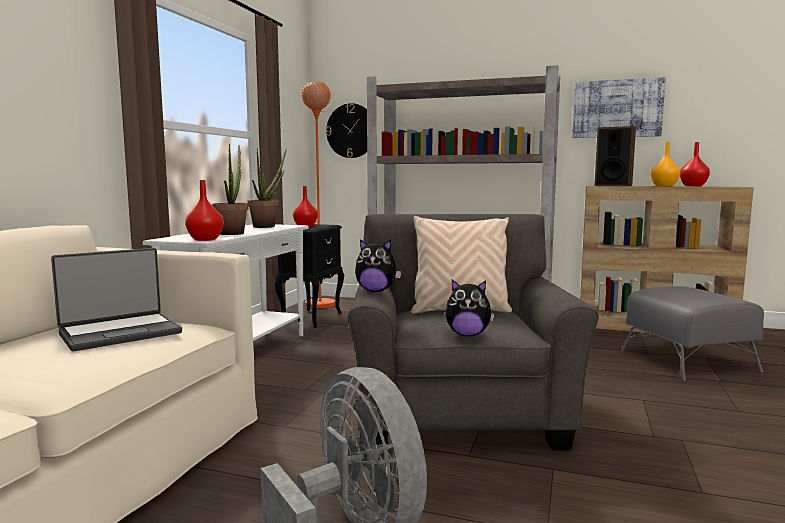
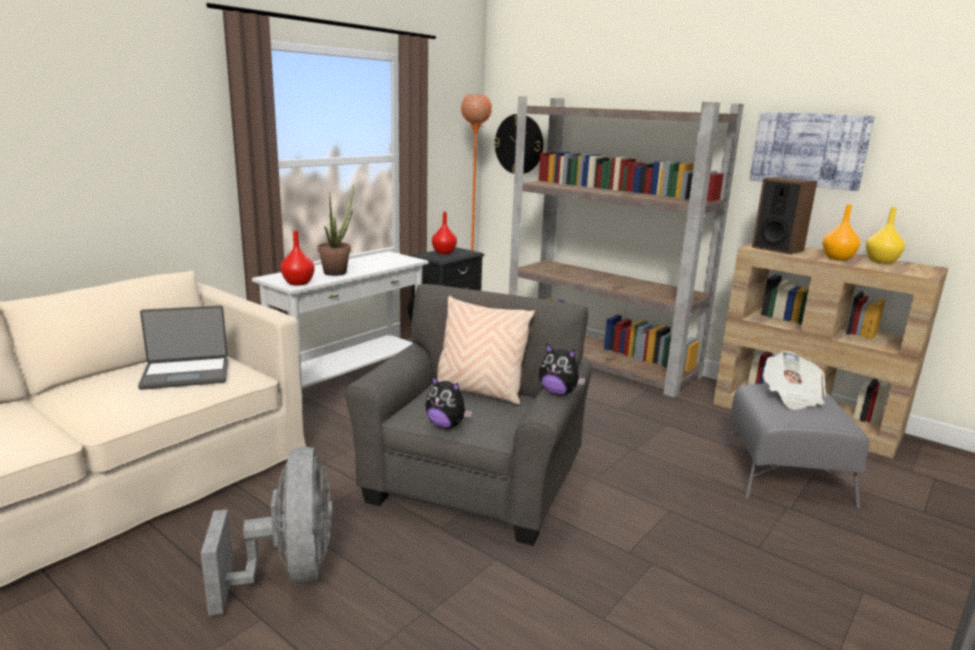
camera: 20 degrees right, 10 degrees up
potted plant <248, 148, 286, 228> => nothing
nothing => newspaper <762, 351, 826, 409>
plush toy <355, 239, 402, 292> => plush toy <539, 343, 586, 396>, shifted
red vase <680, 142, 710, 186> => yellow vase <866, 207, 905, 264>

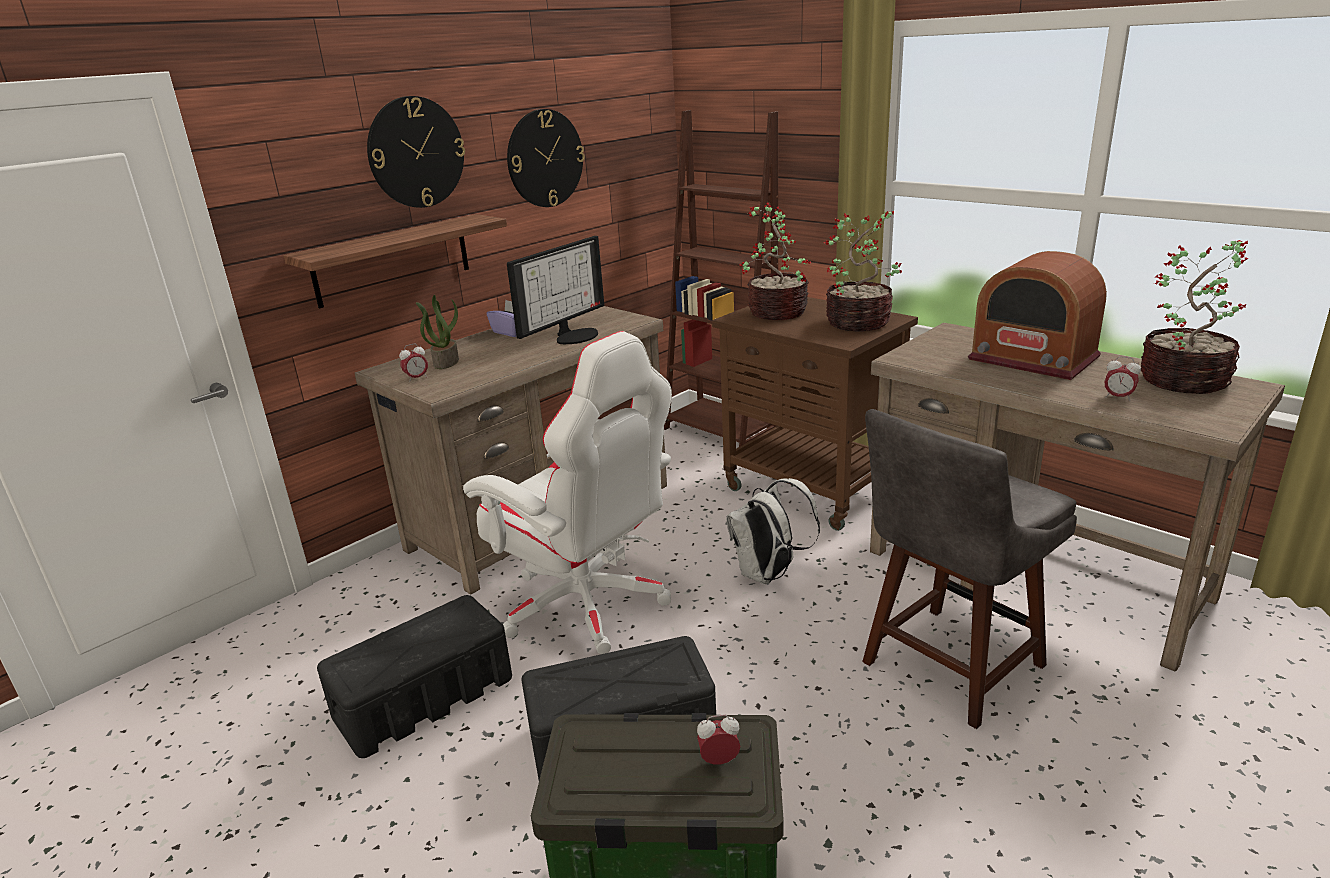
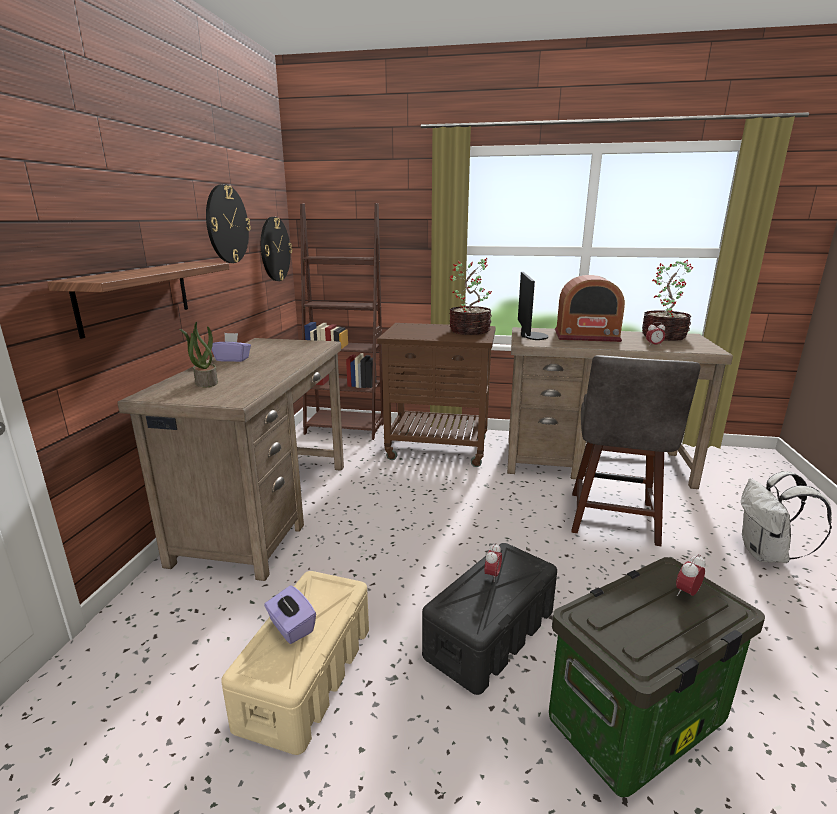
camera: 35 degrees left, 5 degrees down
white office chair <463, 331, 672, 654> => nothing
potted plant <739, 203, 811, 320> => nothing
nothing => purple tissue box <264, 585, 316, 644>
wall clock <367, 96, 465, 208> => wall clock <261, 217, 292, 281>, shifted
alarm clock <399, 344, 428, 382> => alarm clock <484, 543, 502, 582>, shifted
monitor <507, 236, 604, 344> => monitor <518, 272, 548, 340>, shifted
white backpack <726, 478, 820, 584> => white backpack <741, 471, 832, 563>, shifted
black storage box <317, 595, 512, 758> => beige storage box <221, 571, 369, 755>

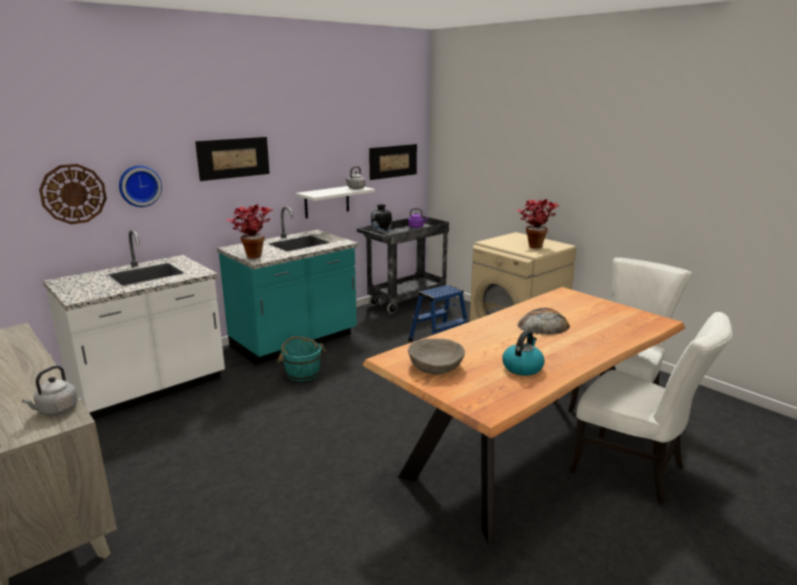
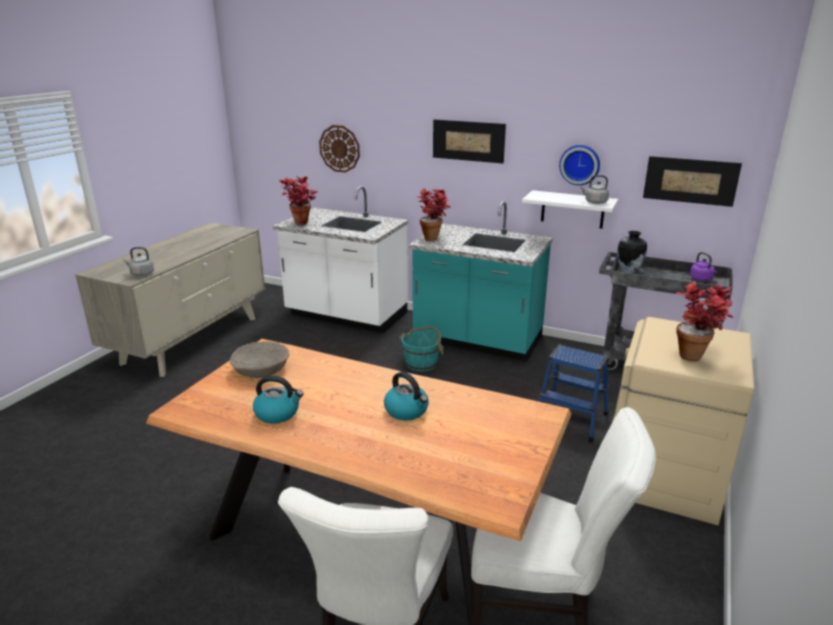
camera: 65 degrees right, 5 degrees up
nothing => potted plant <279, 176, 317, 225>
wall clock <119, 165, 162, 207> => wall clock <559, 145, 600, 185>, shifted
bread <518, 308, 570, 335> => kettle <384, 372, 429, 420>

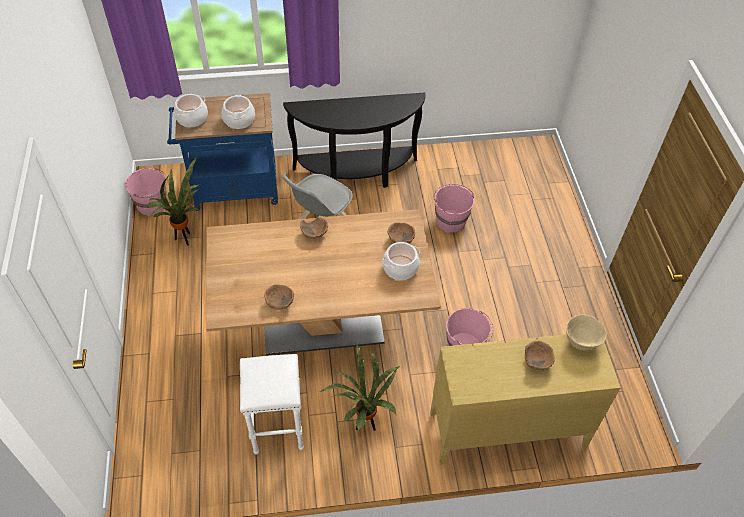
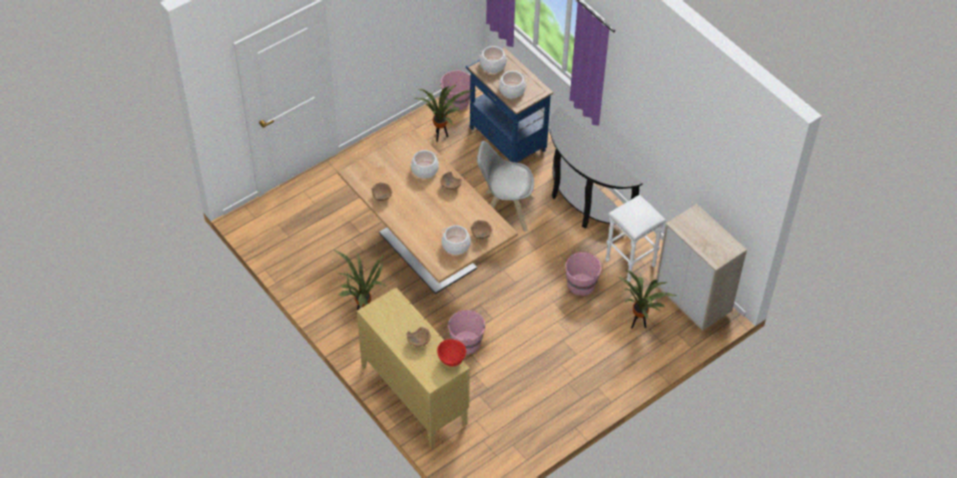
camera: 60 degrees right, 0 degrees up
nothing => cooking pot <411, 150, 439, 179>
nothing => potted plant <618, 270, 676, 328>
nothing => beige cabinet <656, 204, 747, 331>
white stool <240, 354, 304, 455> => white stool <606, 195, 666, 282>, shifted
beige bowl <566, 315, 606, 351> => red bowl <437, 339, 466, 366>

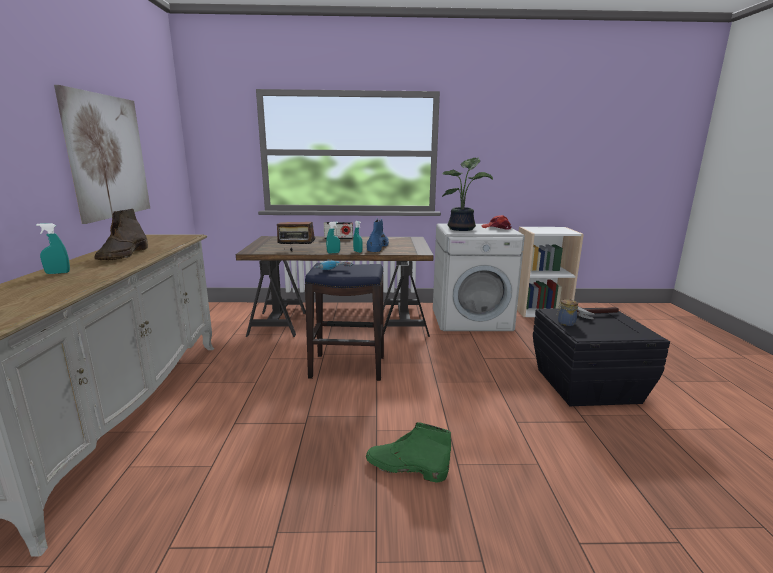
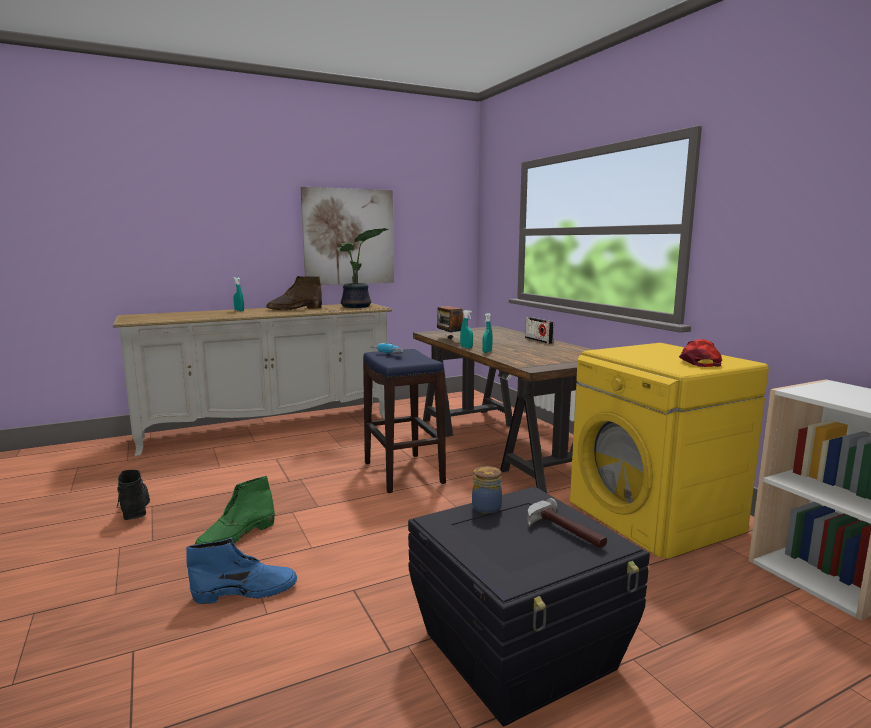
camera: 65 degrees right, 5 degrees down
nothing => black boot <116, 470, 150, 520>
blue boot <367, 218, 389, 252> => blue boot <186, 537, 297, 604>, shifted
potted plant <442, 157, 493, 231> => potted plant <336, 228, 389, 308>, shifted
white washing machine <433, 223, 525, 331> => yellow washing machine <570, 343, 769, 559>
green boot <366, 422, 451, 482> => green boot <195, 476, 275, 545>, 135 degrees counterclockwise

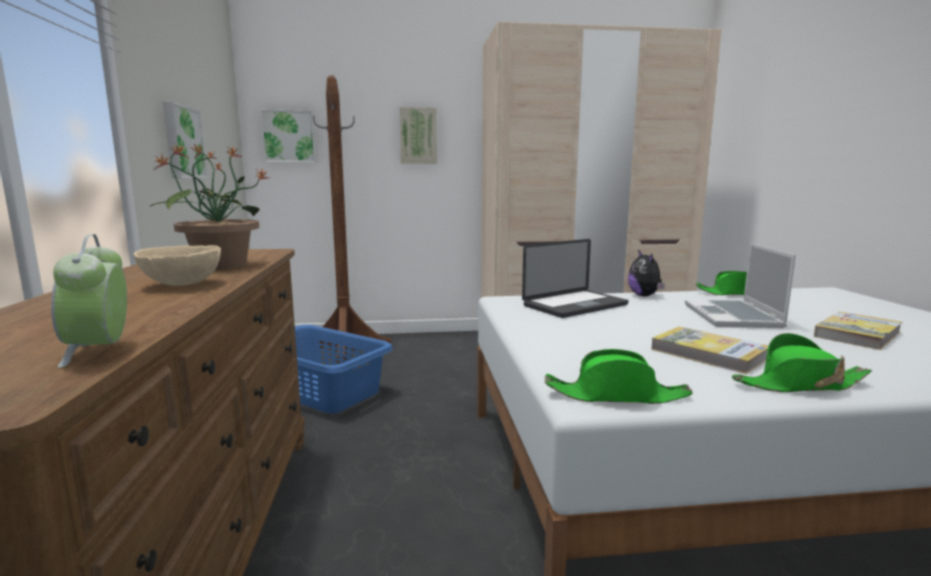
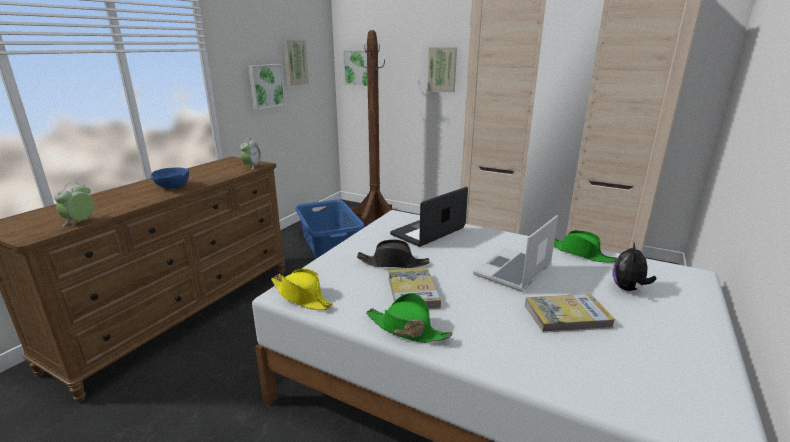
camera: 35 degrees right, 10 degrees up
potted plant <149, 142, 269, 270> => nothing
nothing => alarm clock <240, 138, 263, 170>
nothing => picture <284, 40, 309, 86>
nothing => black hat <357, 239, 429, 268>
plush toy <628, 250, 665, 296> => plush toy <613, 243, 656, 291>, shifted
beige bowl <134, 245, 221, 286> => blue bowl <151, 167, 189, 189>
green hat <545, 349, 693, 404> => yellow hat <271, 268, 333, 310>
laptop <522, 239, 628, 318> => laptop <390, 187, 468, 247>, 135 degrees clockwise

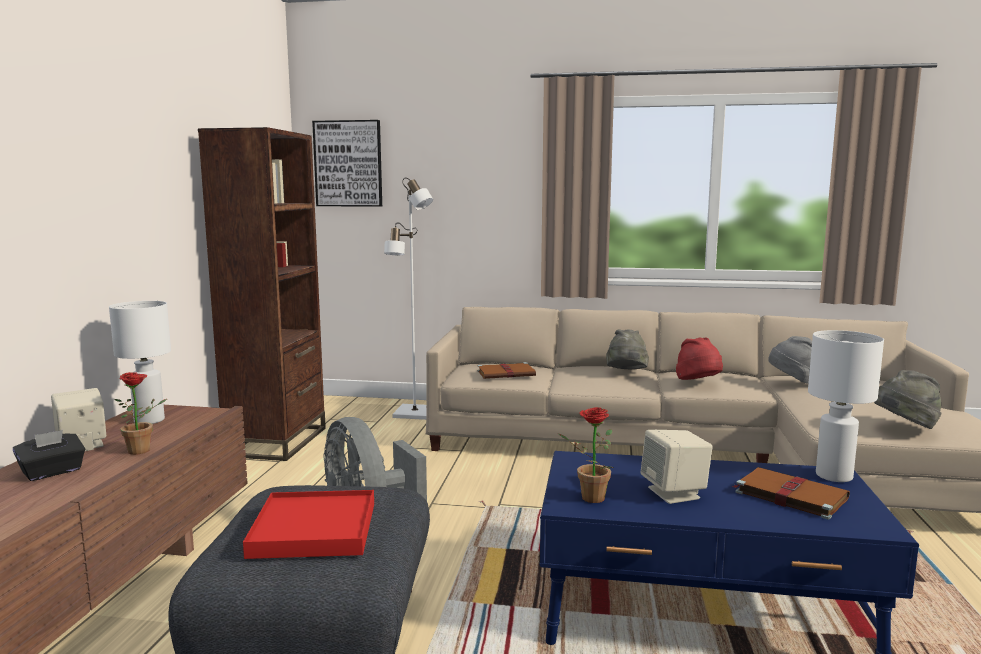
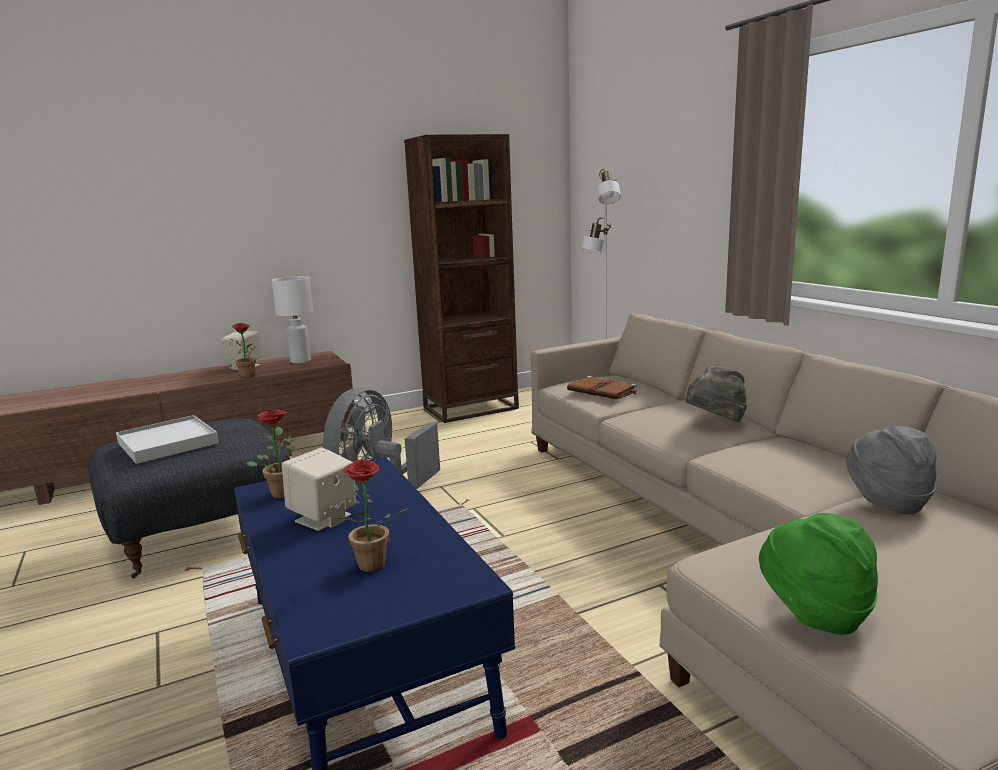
camera: 55 degrees right, 5 degrees up
black tissue box <13, 430, 85, 481> => nothing
picture <312, 120, 382, 207> => nothing
red hat <676, 338, 723, 380> => nothing
white table lamp <808, 330, 884, 482> => nothing
brown book <733, 467, 850, 520> => potted plant <337, 459, 407, 572>
red tray <243, 490, 374, 559> => white tray <116, 415, 219, 464>
grey hat <874, 370, 941, 429> => green hat <759, 513, 878, 635>

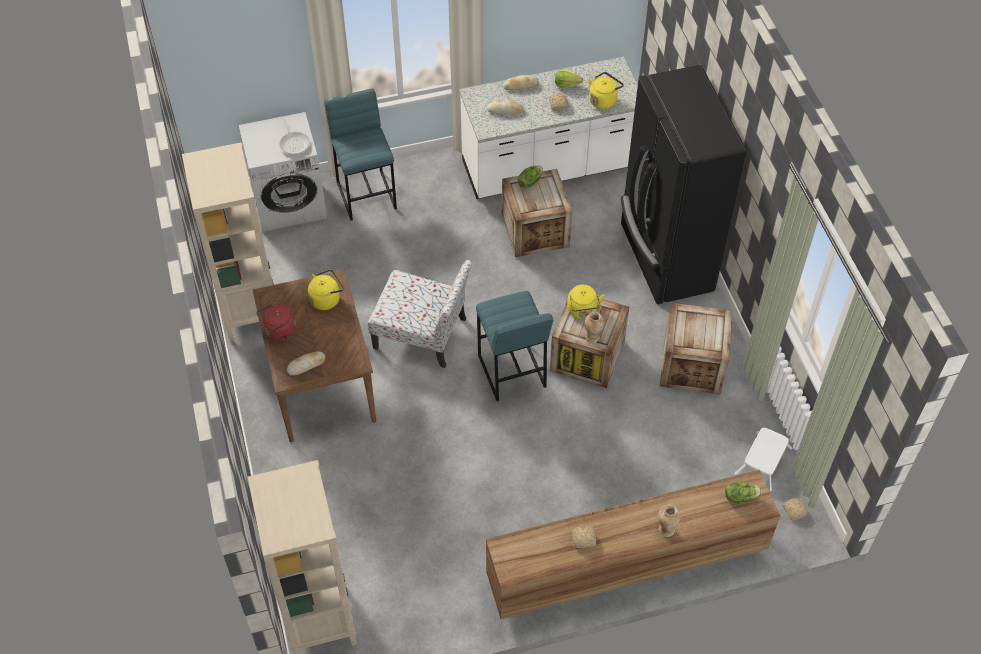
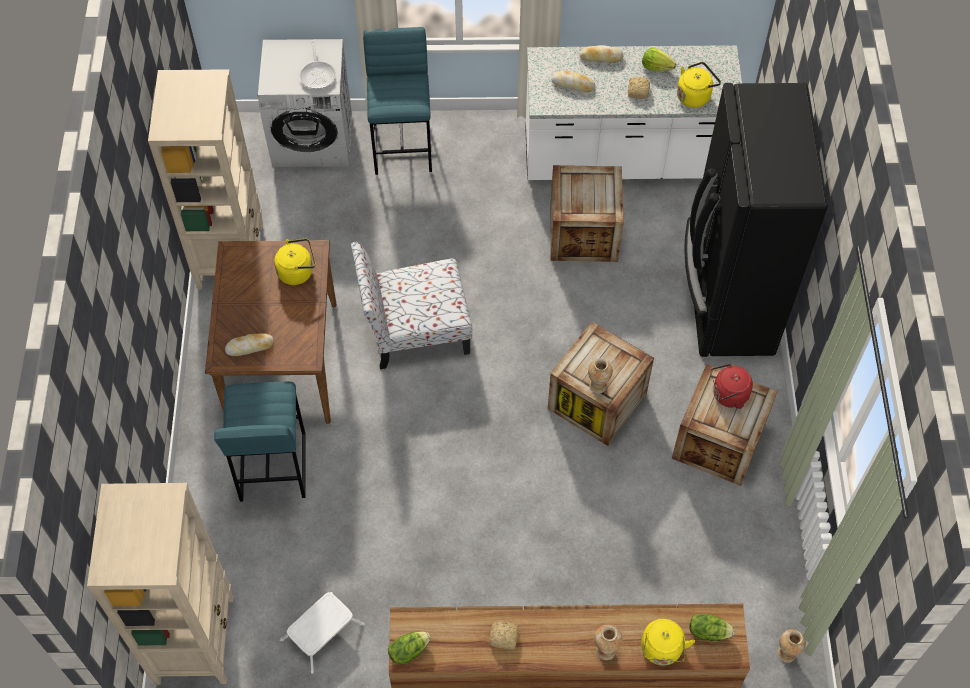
camera: 15 degrees right, 5 degrees up
red kettle <256, 304, 296, 341> => red kettle <710, 363, 753, 409>, shifted
turquoise stool <476, 291, 553, 401> => turquoise stool <214, 381, 306, 502>, shifted
lettuce <518, 166, 543, 188> => lettuce <388, 632, 431, 664>, shifted
yellow kettle <567, 285, 604, 319> => yellow kettle <641, 619, 695, 665>, shifted
white step ladder <734, 428, 793, 491> => white step ladder <280, 592, 365, 674>, shifted
bread <782, 497, 808, 521> => vase <778, 629, 806, 663>
chair <368, 260, 472, 368> => chair <350, 242, 472, 369>, 135 degrees clockwise

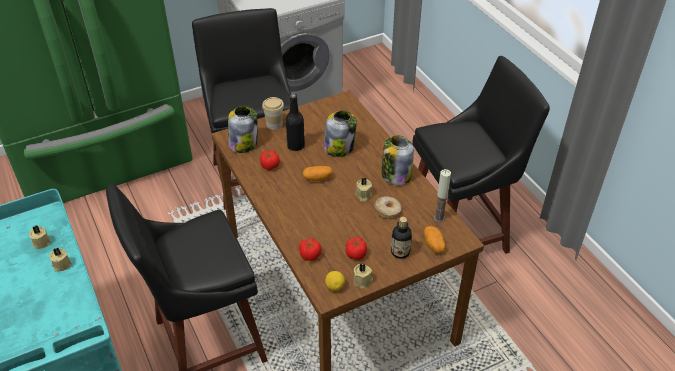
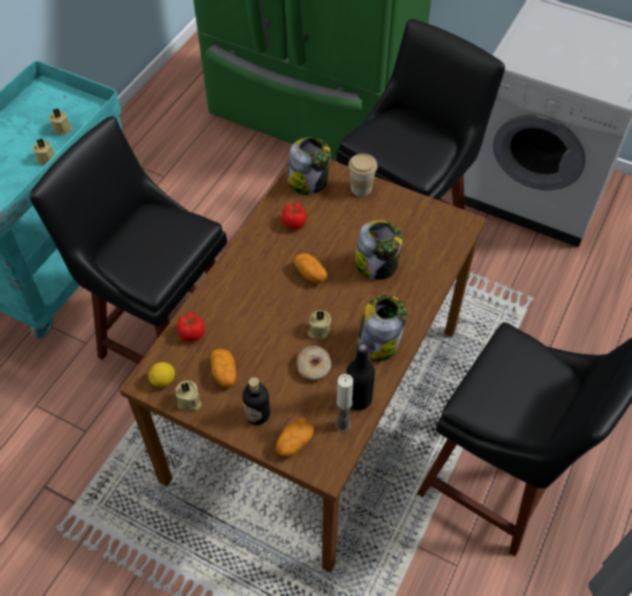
camera: 55 degrees right, 10 degrees up
black bottle <286, 94, 305, 151> => black bottle <346, 343, 375, 410>, shifted
tomato <346, 237, 367, 260> => potato <211, 349, 236, 388>

